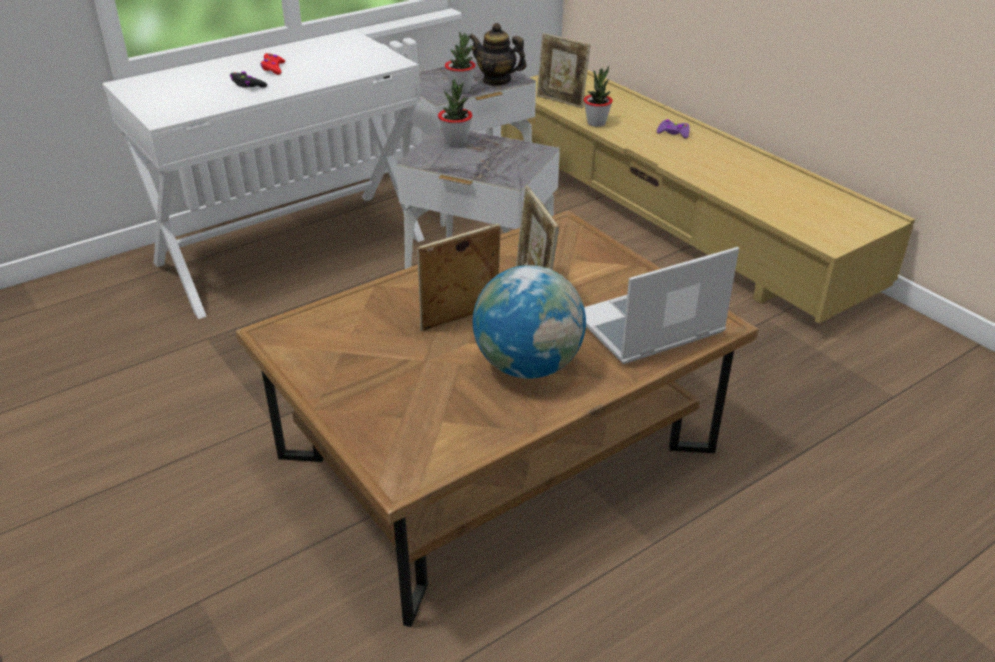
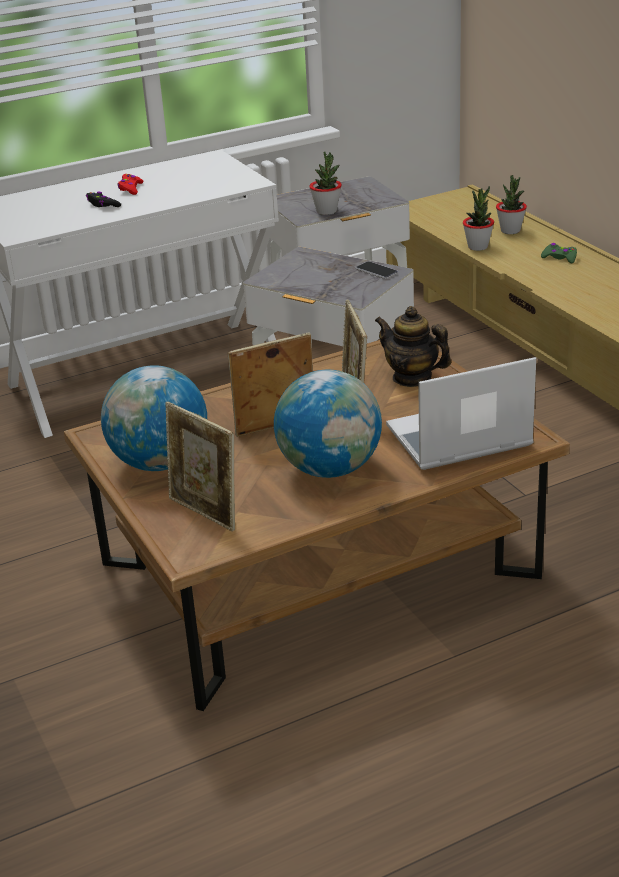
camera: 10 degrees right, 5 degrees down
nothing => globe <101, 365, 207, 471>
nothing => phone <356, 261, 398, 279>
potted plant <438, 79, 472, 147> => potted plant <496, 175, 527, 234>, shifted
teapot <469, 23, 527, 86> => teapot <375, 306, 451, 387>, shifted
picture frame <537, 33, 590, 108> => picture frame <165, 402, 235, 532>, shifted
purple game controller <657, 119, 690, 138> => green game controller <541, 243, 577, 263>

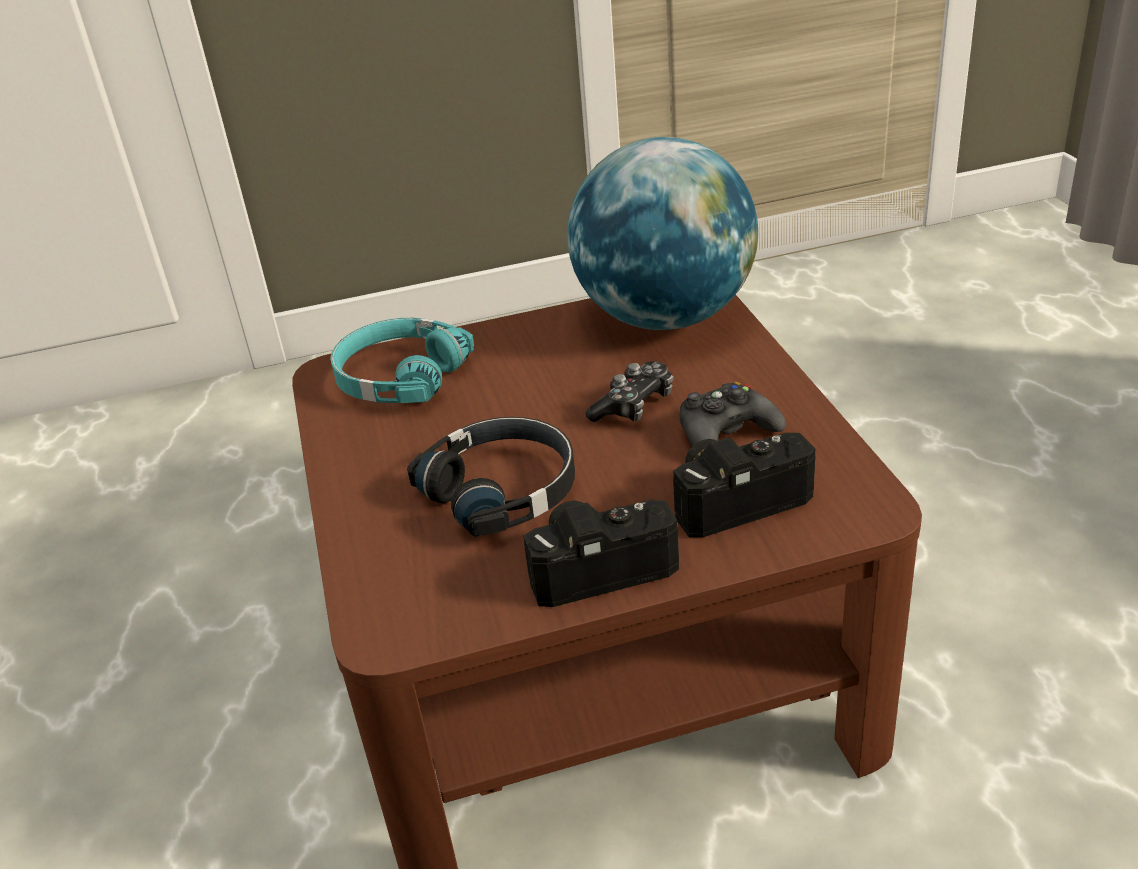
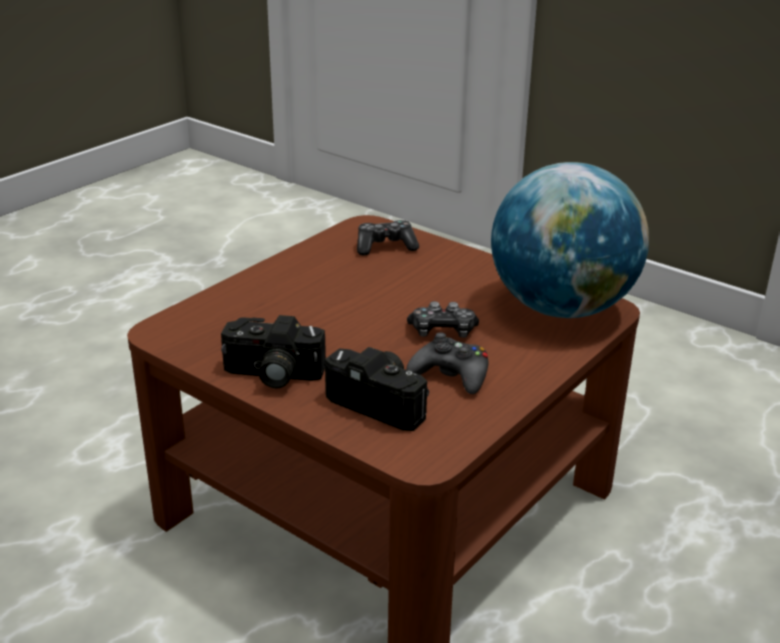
camera: 50 degrees right, 5 degrees down
black headphones <407, 417, 575, 537> => nothing
turquoise headphones <331, 318, 474, 403> => game controller <357, 220, 419, 255>
photo camera <523, 500, 679, 607> => photo camera <221, 315, 326, 388>, 150 degrees clockwise

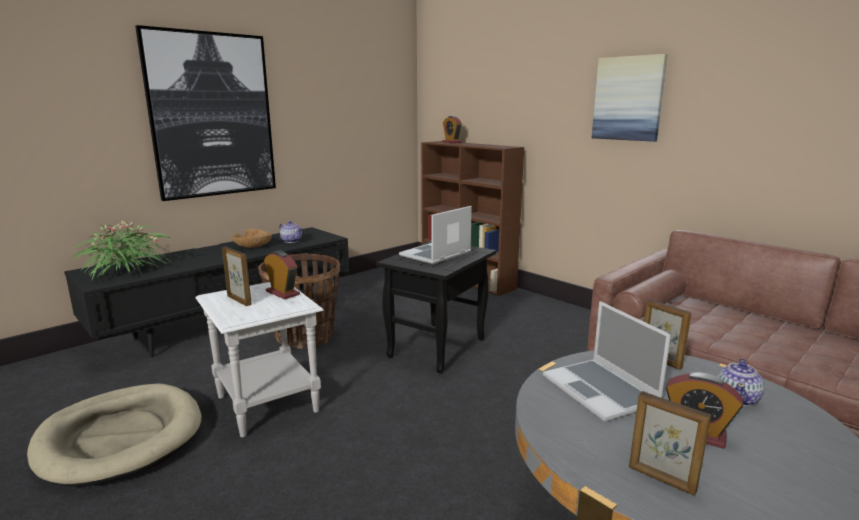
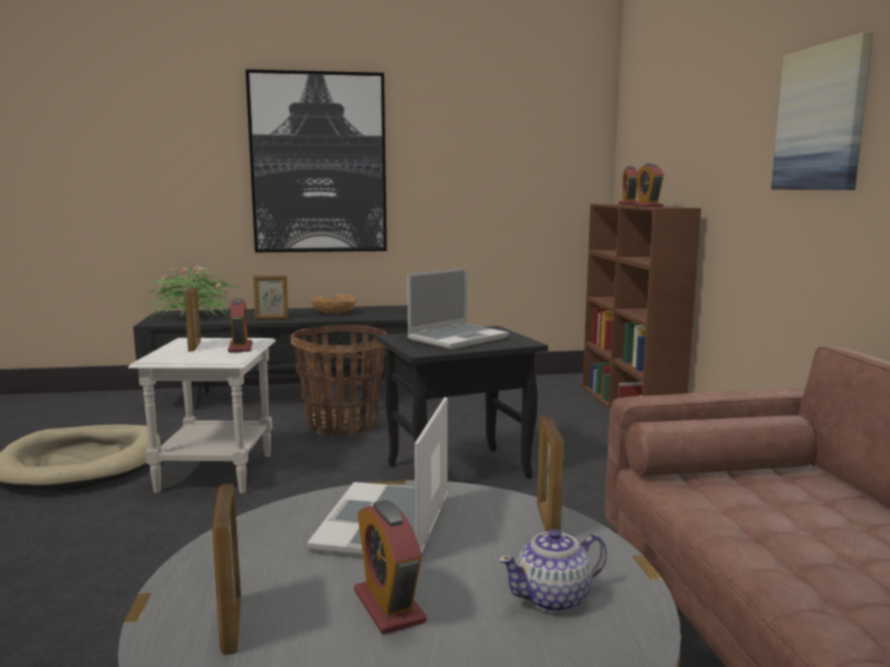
camera: 35 degrees right, 5 degrees down
teapot <279, 221, 302, 243> => nothing
nothing => picture frame <253, 275, 288, 319>
nothing => alarm clock <633, 163, 664, 207>
laptop <399, 206, 472, 264> => laptop <407, 268, 509, 349>, 150 degrees clockwise

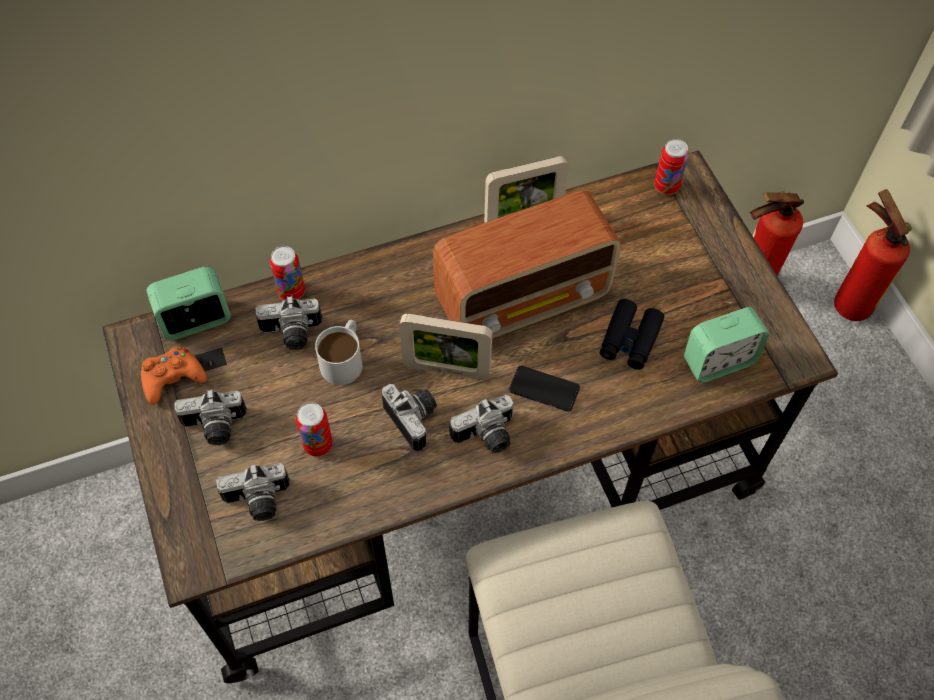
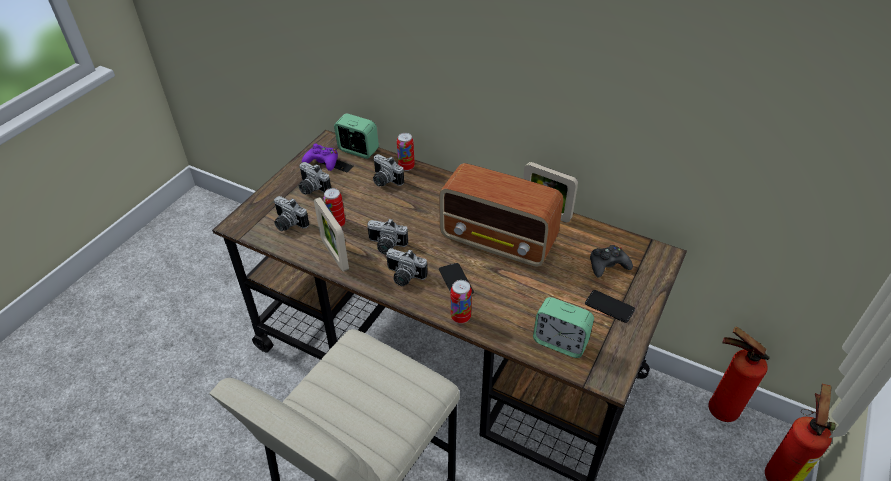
camera: 50 degrees right, 15 degrees down
white mug <315, 320, 362, 385> => nothing
black binoculars <600, 299, 664, 370> => nothing
nothing => phone <585, 290, 635, 323>
nothing => black game controller <590, 245, 633, 277>
picture frame <399, 314, 492, 380> => picture frame <314, 197, 349, 272>, shifted
can <654, 139, 689, 195> => can <451, 280, 472, 324>, shifted
orange game controller <141, 346, 207, 405> => purple game controller <302, 144, 338, 171>
photo camera <382, 384, 437, 451> => photo camera <367, 218, 408, 254>, 90 degrees clockwise

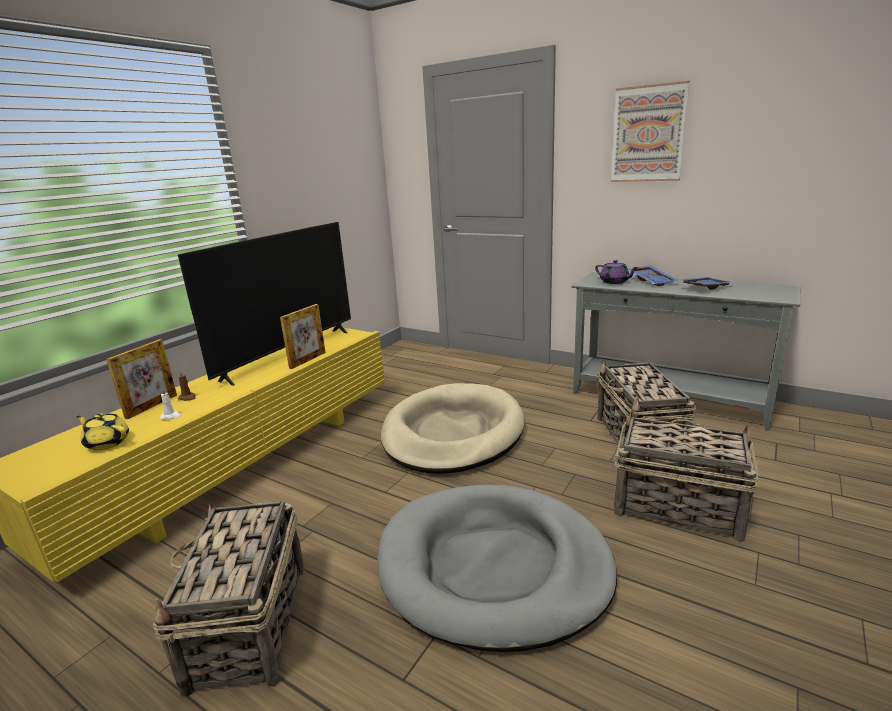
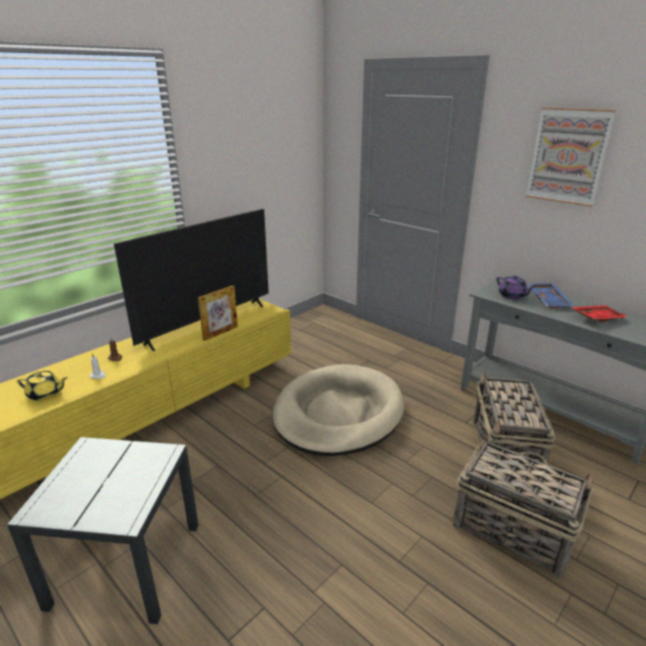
camera: 10 degrees right, 5 degrees up
picture frame <106, 339, 177, 419> => nothing
grey dog bed <377, 485, 617, 652> => nothing
basket <153, 500, 305, 697> => grey side table <7, 437, 199, 624>
blue tray <680, 277, 734, 290> => red tray <572, 305, 628, 323>
yellow teapot <76, 413, 129, 450> => yellow teapot <17, 371, 67, 401>, 150 degrees clockwise

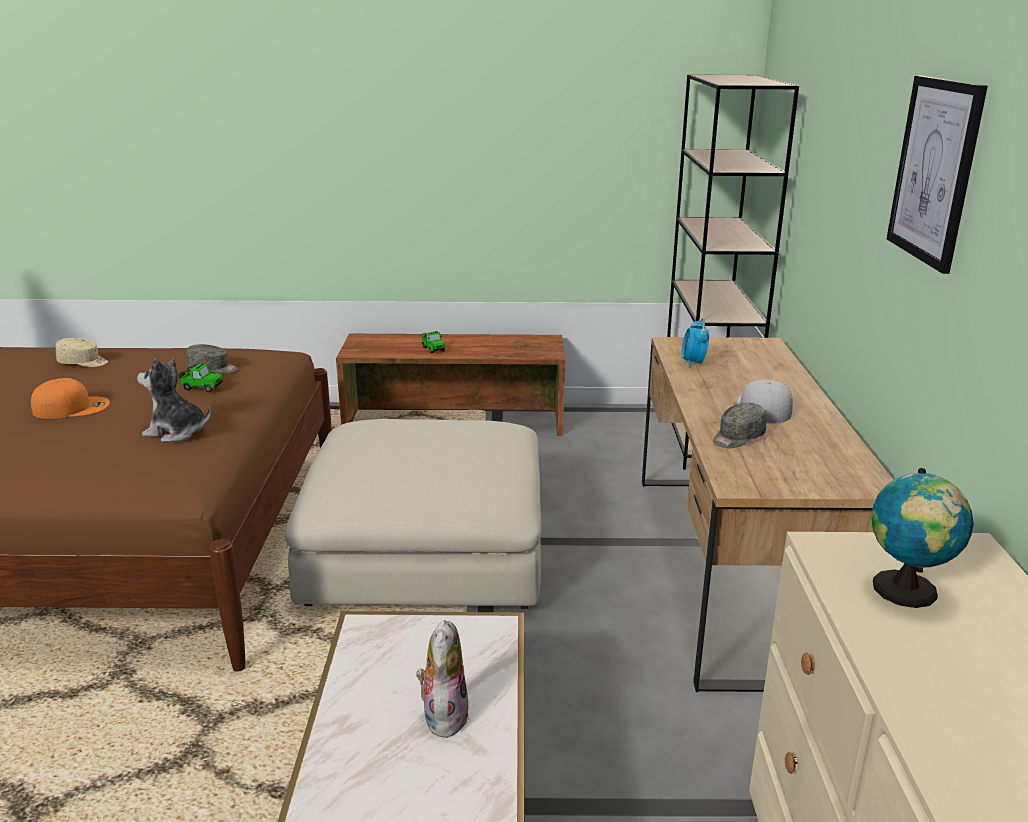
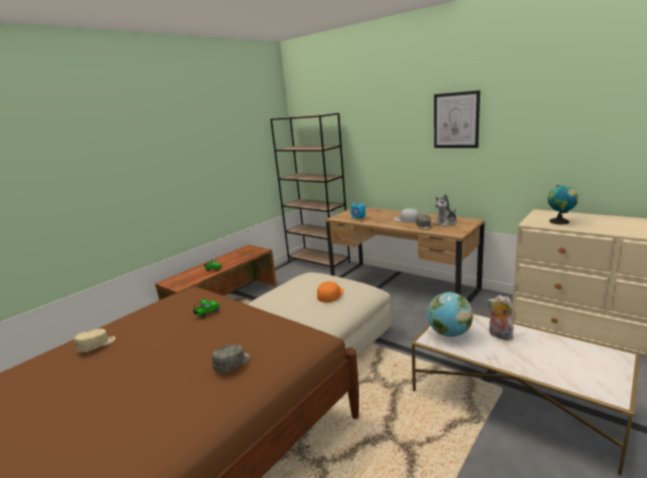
camera: 50 degrees left, 5 degrees down
nothing => globe <427, 292, 473, 337>
orange cap <31, 378, 110, 419> => orange cap <317, 281, 344, 303>, shifted
plush toy <137, 358, 211, 442> => plush toy <434, 194, 456, 227>, shifted
grey cap <186, 344, 238, 374> => grey cap <212, 344, 251, 373>, shifted

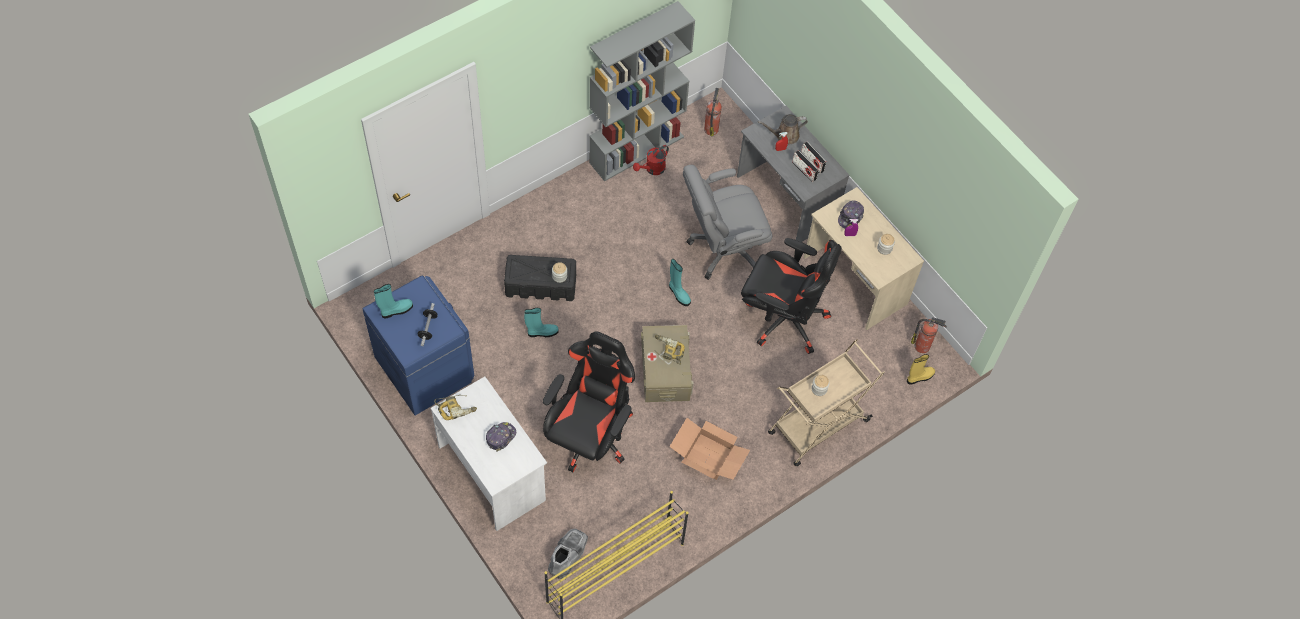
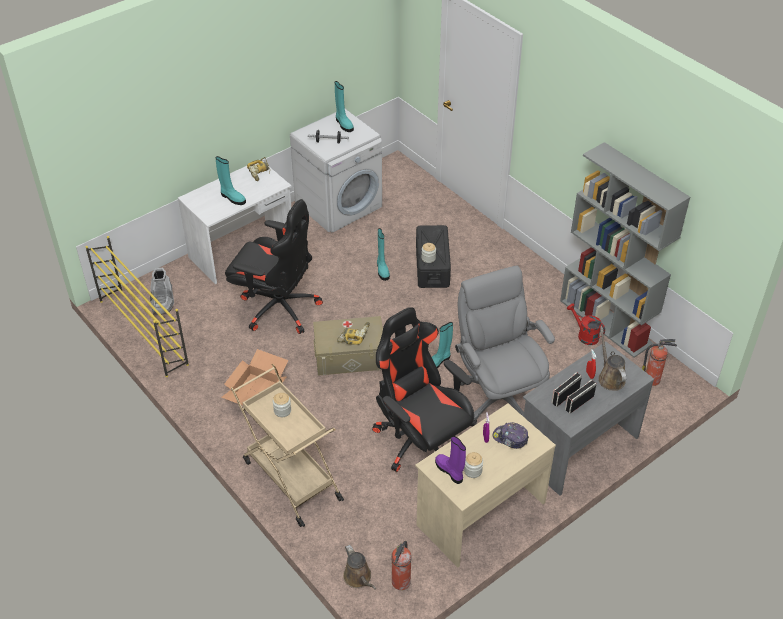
camera: 90 degrees right, 15 degrees down
nothing => purple boot <435, 436, 466, 484>
cap <486, 422, 516, 452> => turquoise boot <215, 156, 246, 205>
yellow boot <907, 354, 935, 385> => brown watering can <343, 545, 376, 590>
blue washing machine <362, 276, 474, 415> => white washing machine <290, 109, 382, 232>
grey boot <548, 529, 588, 579> => grey boot <150, 268, 174, 315>, 60 degrees clockwise
black office chair <741, 238, 842, 354> => black office chair <372, 307, 474, 472>, 120 degrees clockwise

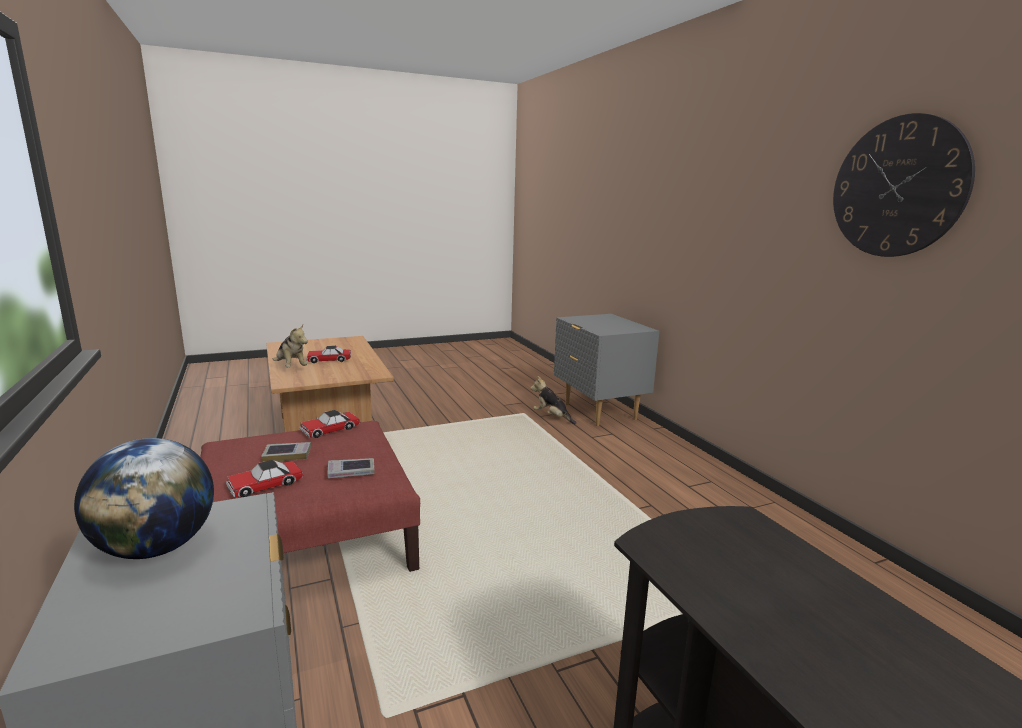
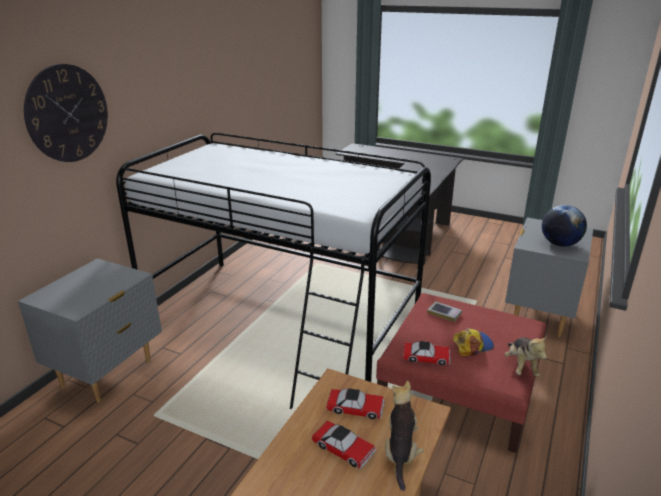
camera: 130 degrees left, 10 degrees up
nothing => black bed <116, 133, 431, 409>
toy car <226, 460, 303, 497> => toy car <326, 388, 385, 419>, shifted
plush toy <530, 376, 577, 424> => plush toy <505, 336, 547, 377>, shifted
wall clock <833, 113, 975, 257> => wall clock <24, 64, 108, 162>, shifted
book <261, 442, 311, 462> => cap <453, 328, 494, 356>

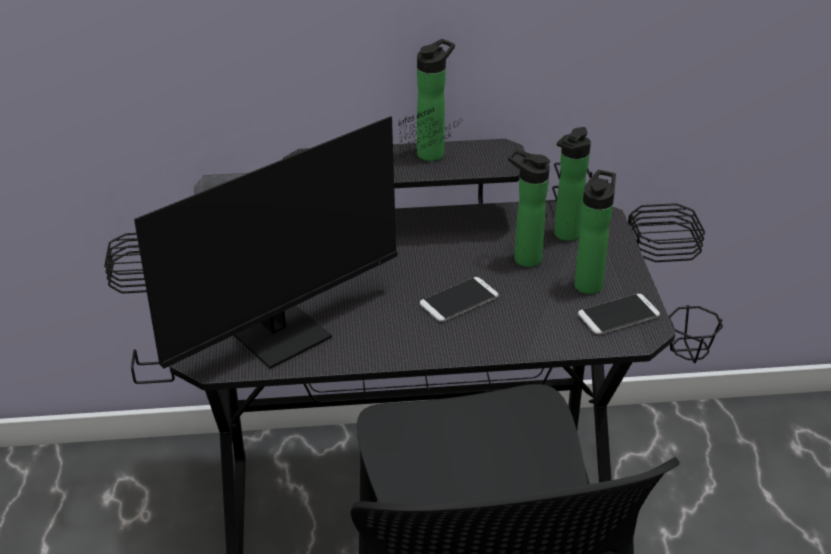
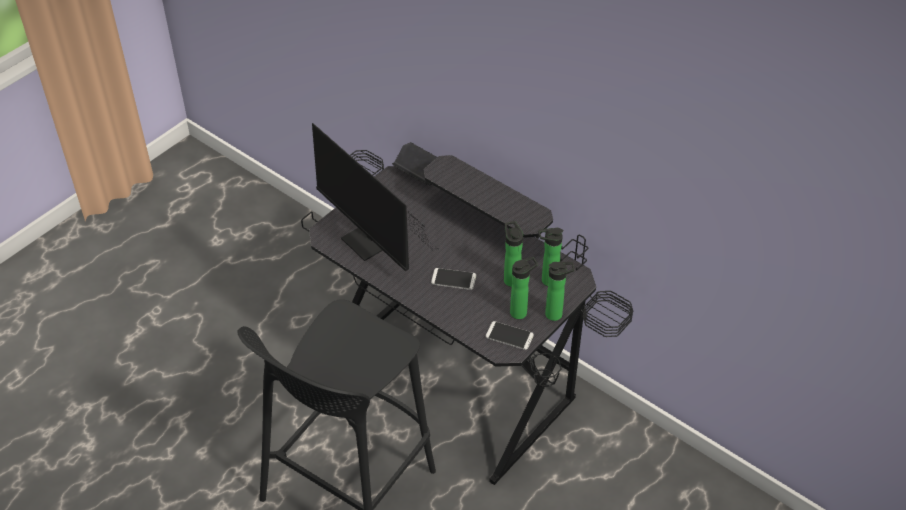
camera: 45 degrees right, 10 degrees up
bottle <417, 39, 455, 161> => bottle <545, 262, 574, 321>, shifted
monitor <134, 108, 463, 369> => monitor <312, 123, 437, 271>, 45 degrees clockwise

